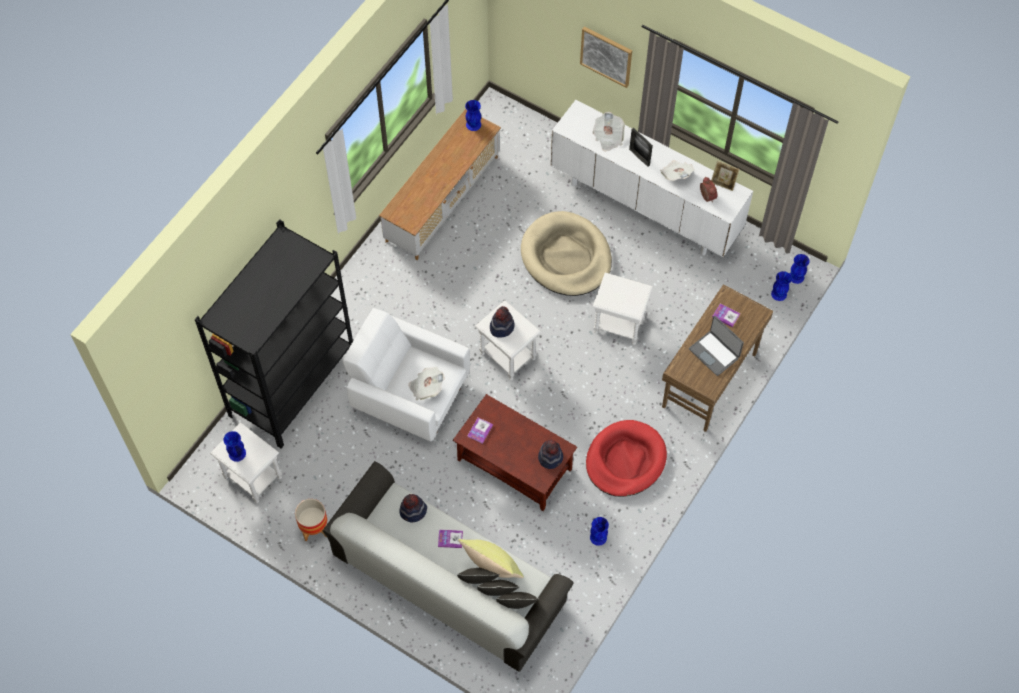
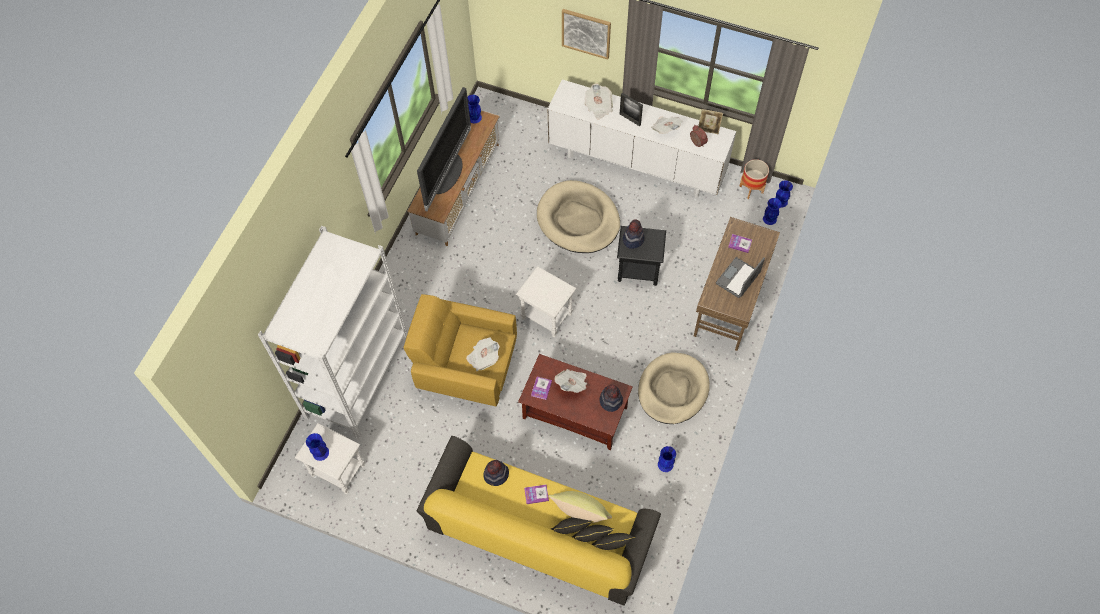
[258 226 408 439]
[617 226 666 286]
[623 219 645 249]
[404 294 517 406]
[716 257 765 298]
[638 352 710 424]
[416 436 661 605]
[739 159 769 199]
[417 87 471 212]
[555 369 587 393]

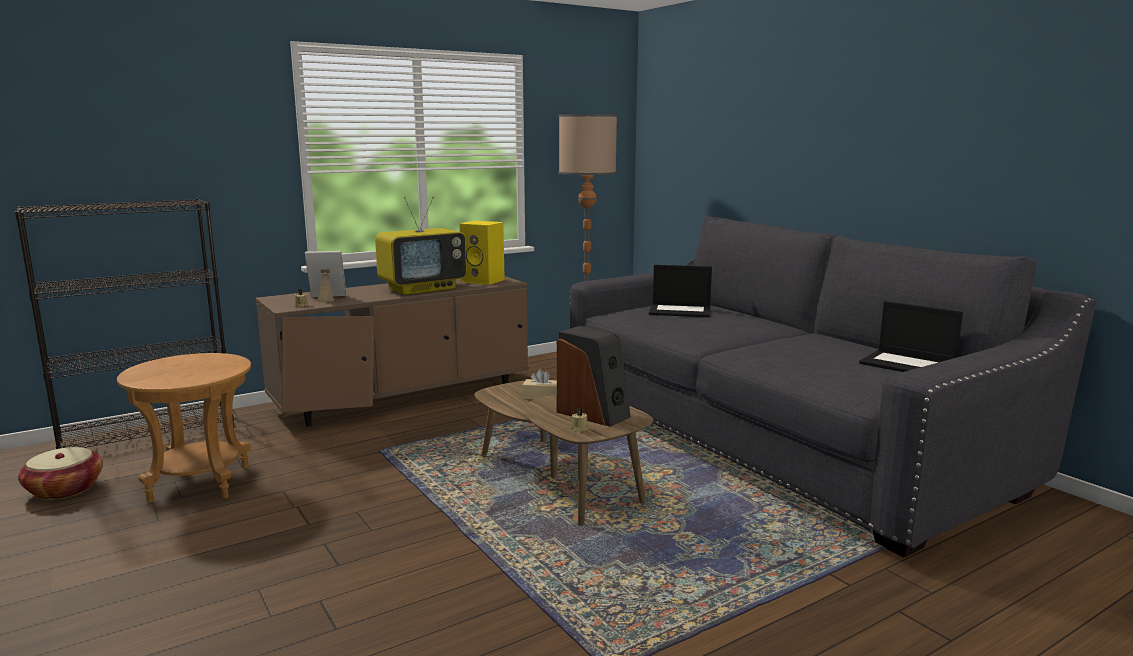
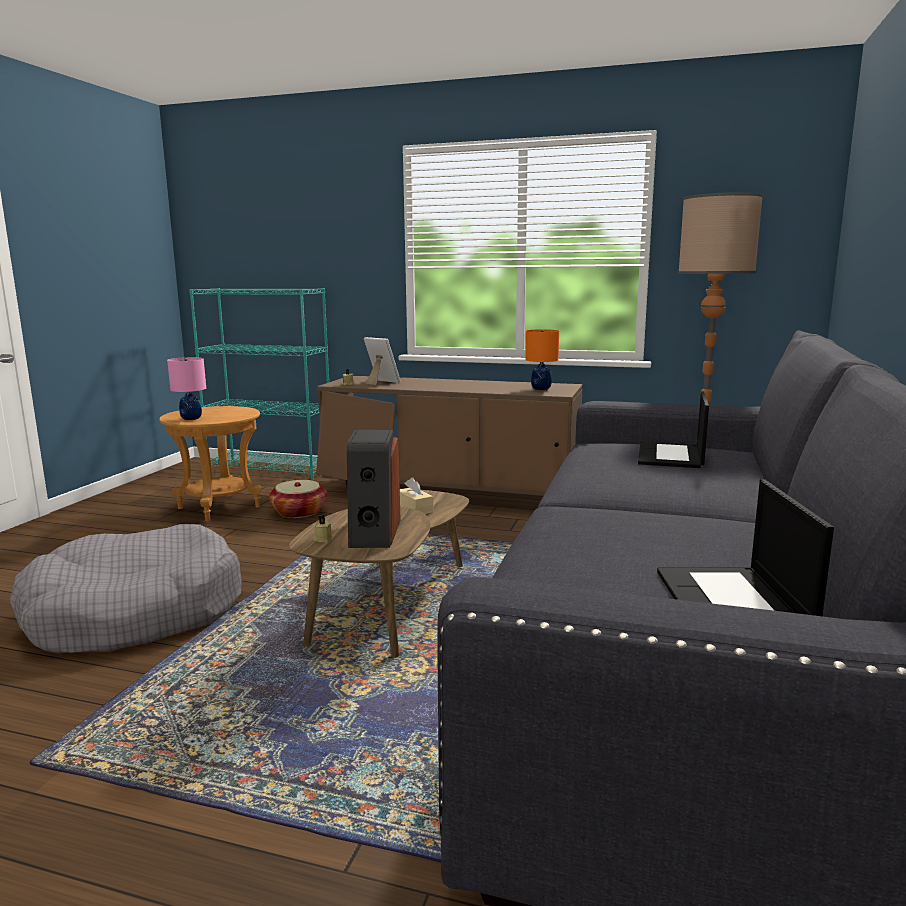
[375 197 467 295] (first image)
[189 288 329 481]
[525 329 559 390]
[638 391 709 468]
[269 480 327 518]
[167 357 206 420]
[9 524 242 653]

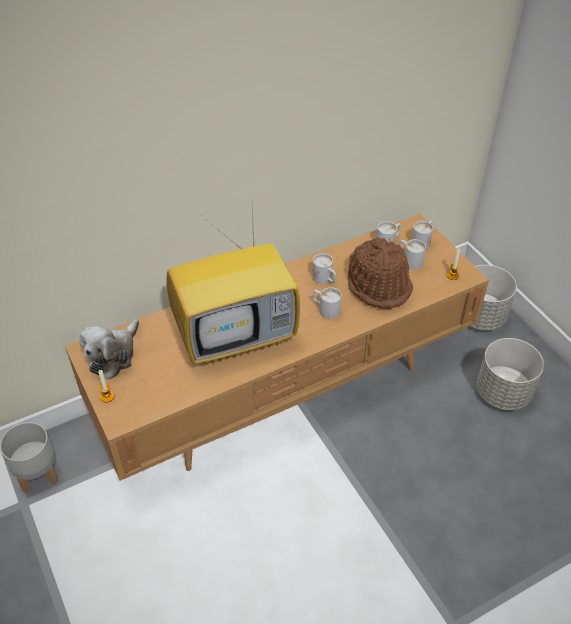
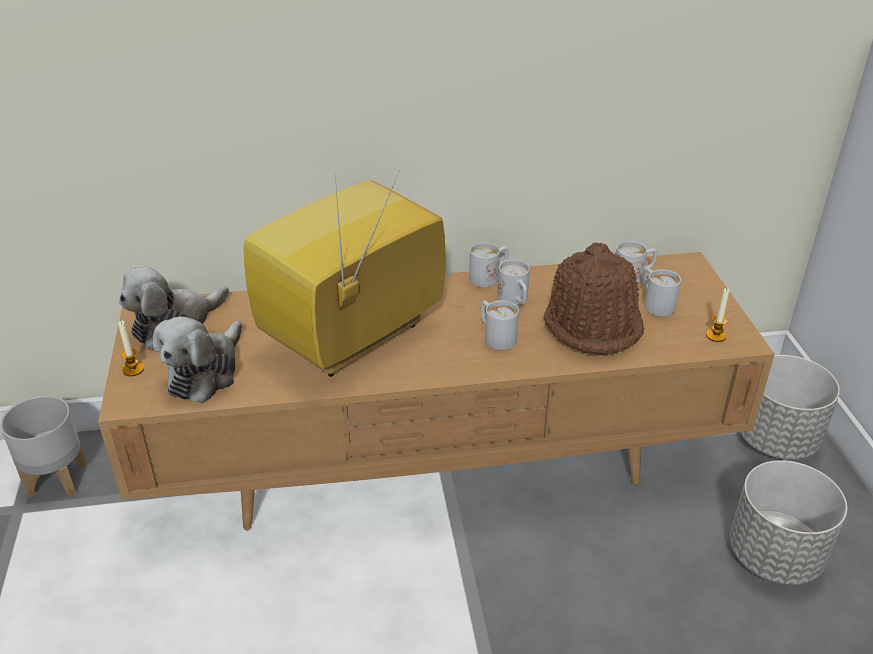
[244 161 446 377]
[469 242 508 287]
[153 316 242 403]

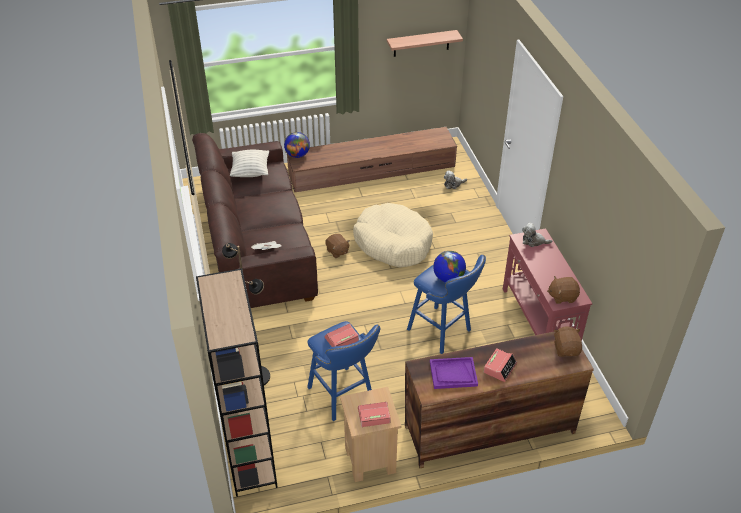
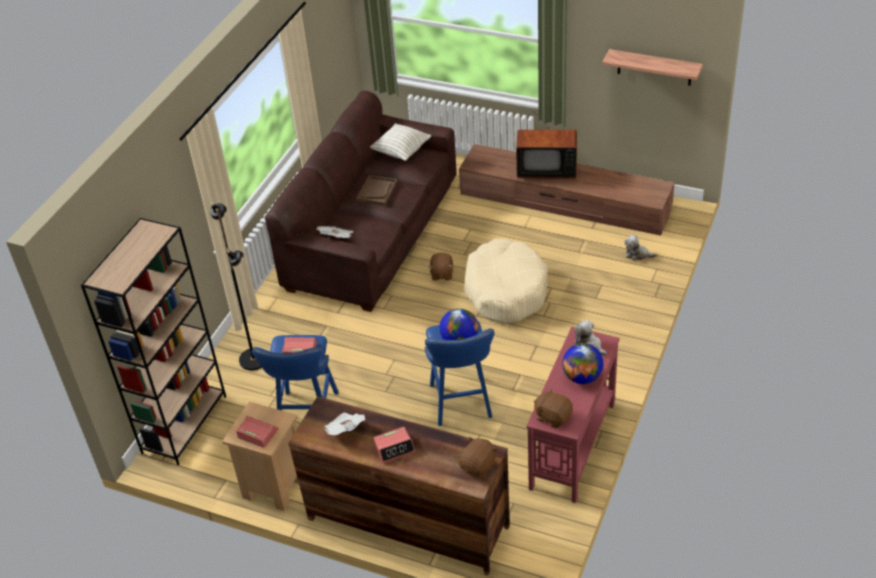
[562 343 603 384]
[324 413 365 435]
[516 110 577 179]
[356 175 398 206]

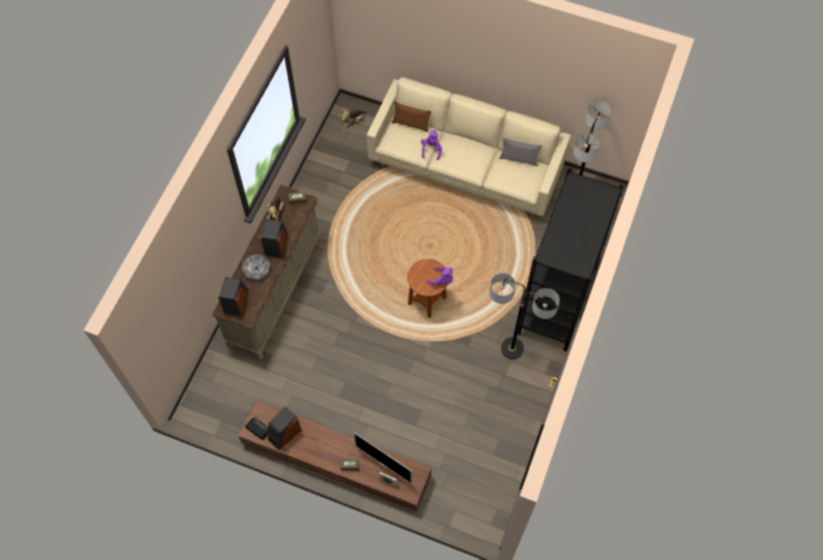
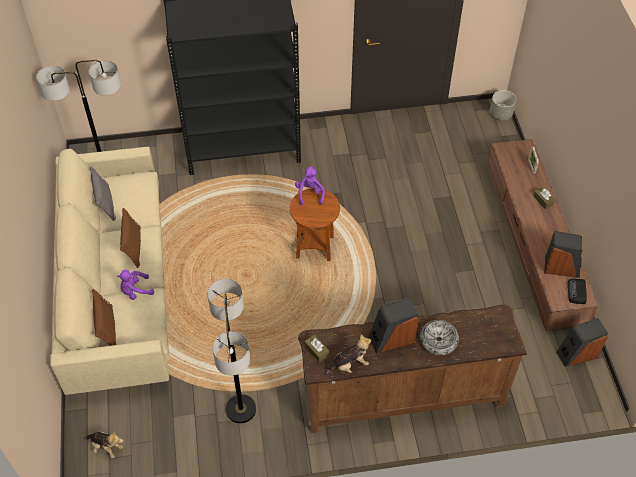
[207 279 256 423]
[556 318 608 367]
[354 433 412 483] (first image)
[490 90 516 120]
[120 208 141 268]

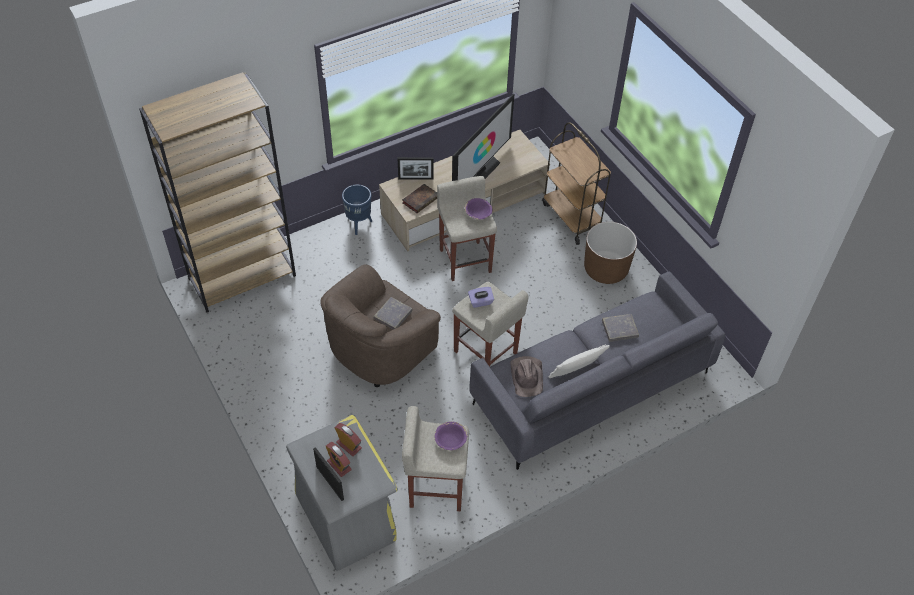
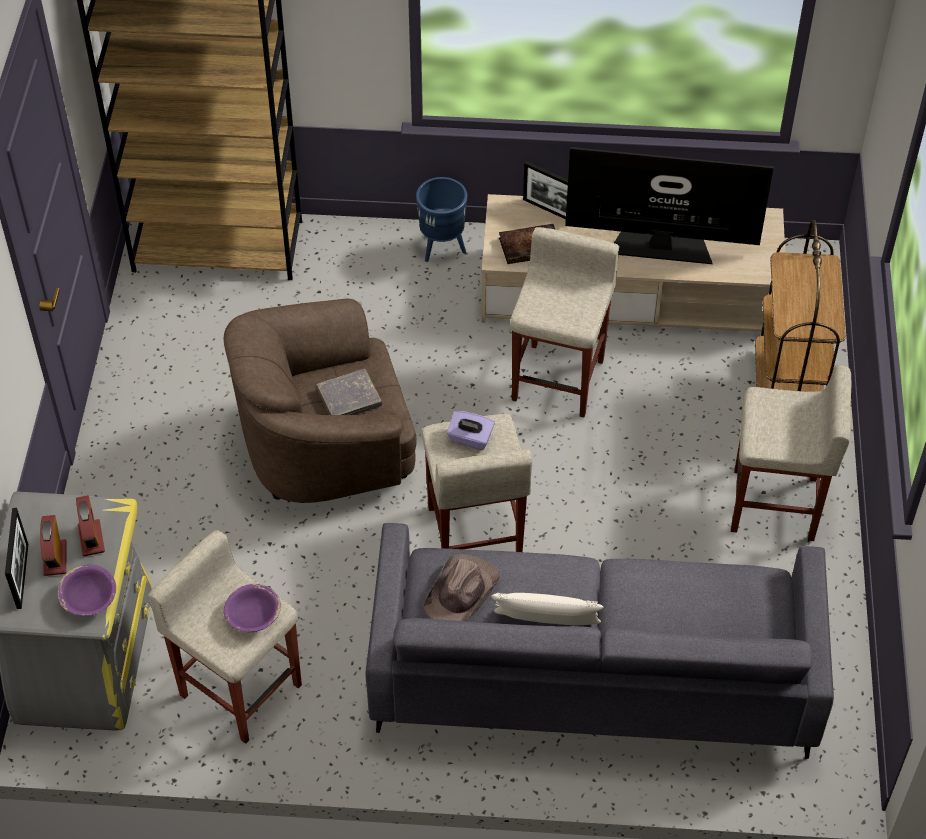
[565 147 774 264]
[57 565 116 616]
[731 365 851 541]
[602 314 639 342] (first image)

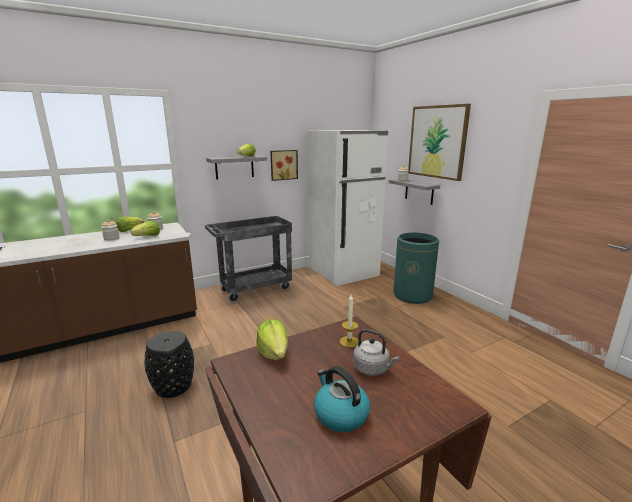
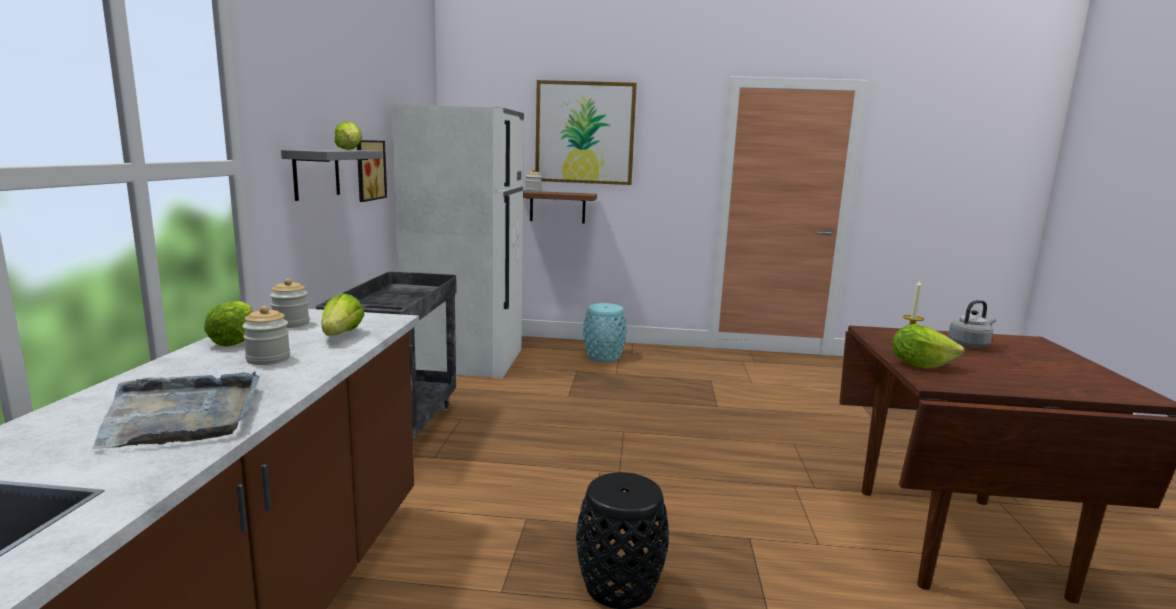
[523 191 597 224]
[583 303 627 362]
[314 366 370 432] (first image)
[92 371 260 449]

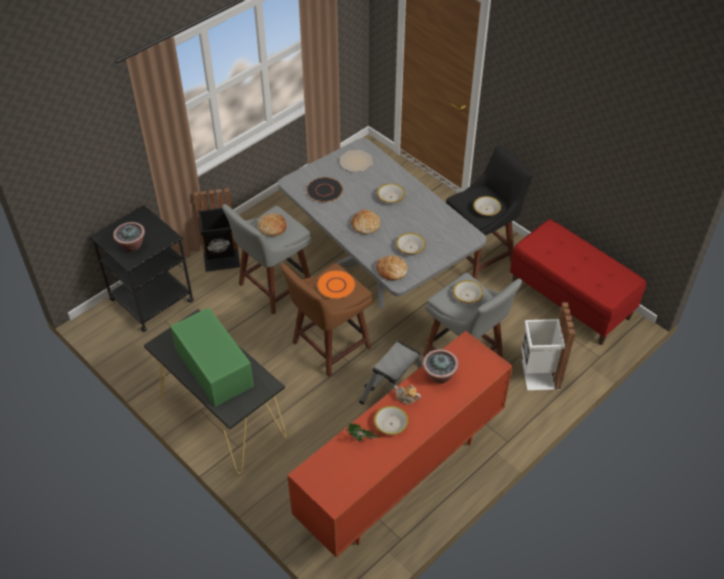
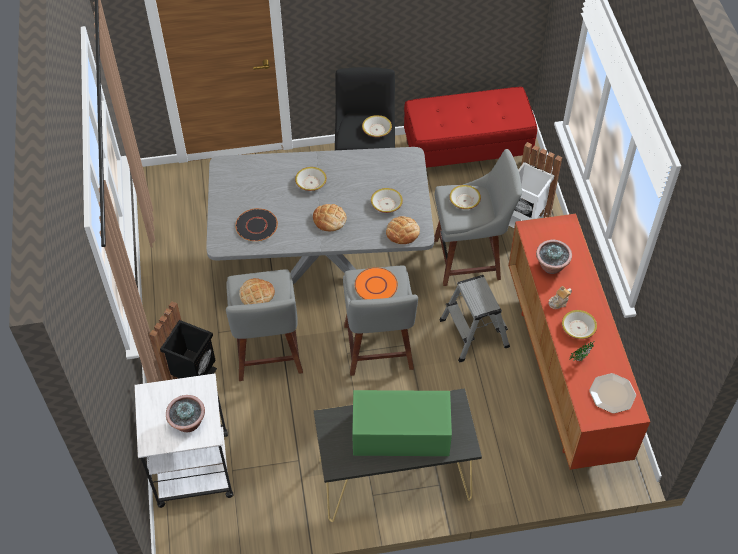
[589 373 636 413]
[135 373 234 508]
[343 266 418 376]

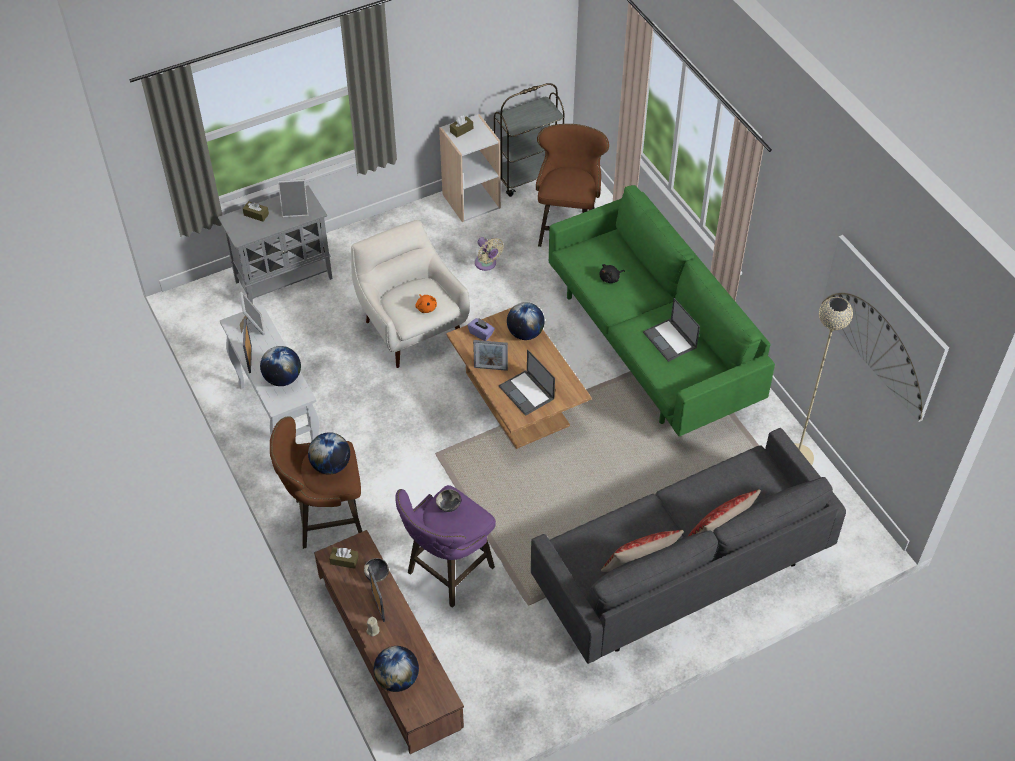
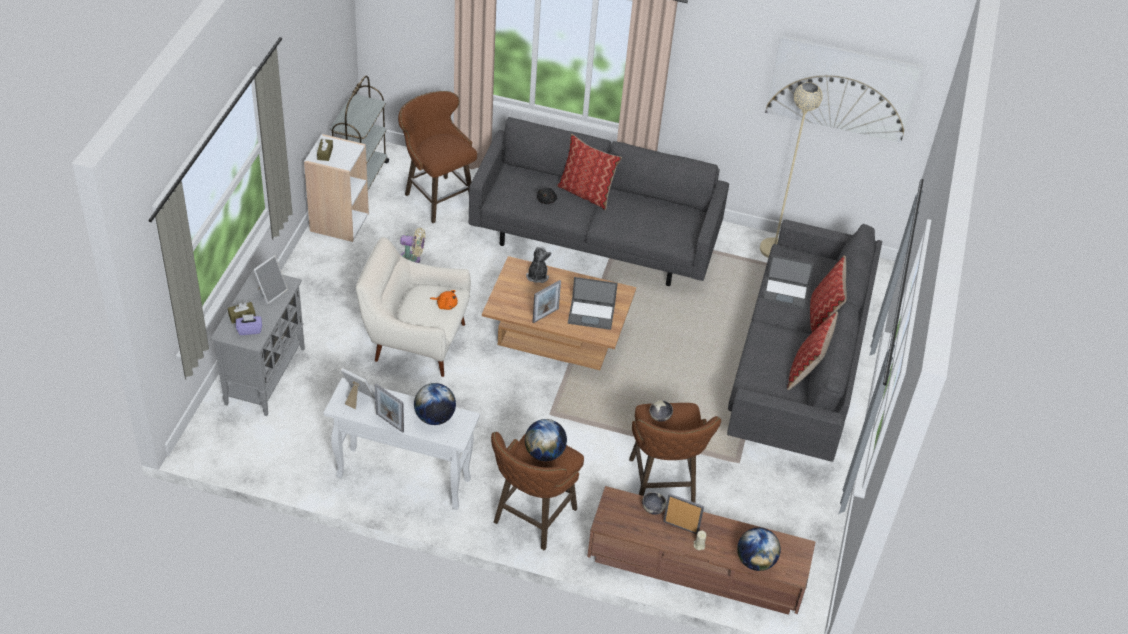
[469 117 729 286]
[763 255 814 309]
[526 246 552 283]
[236 314 262 335]
[629 403 721 503]
[329 547 359 569] (first image)
[557 134 622 210]

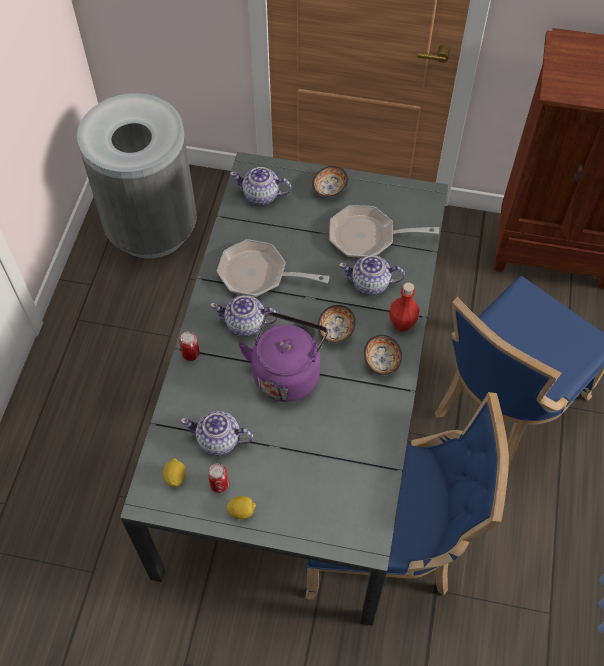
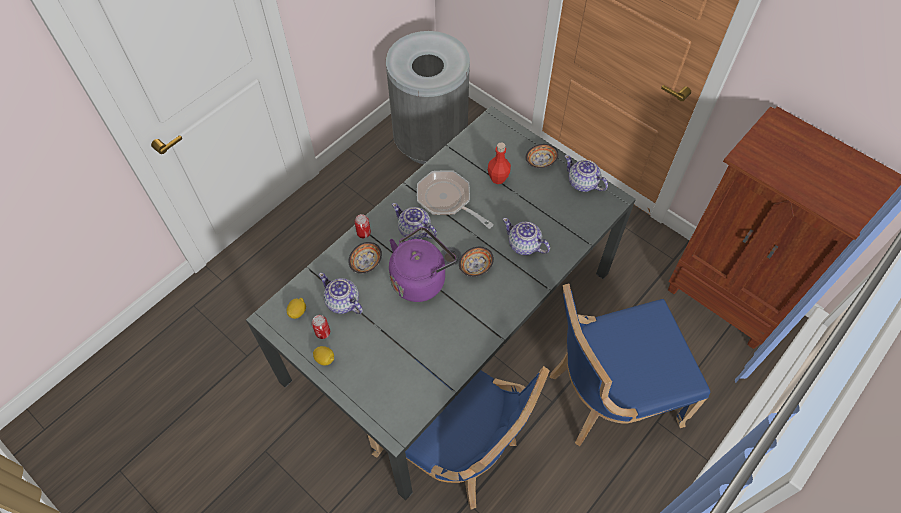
[564 155 608 192]
[329 205 439 258] (first image)
[488 142 511 184]
[348 242 382 274]

